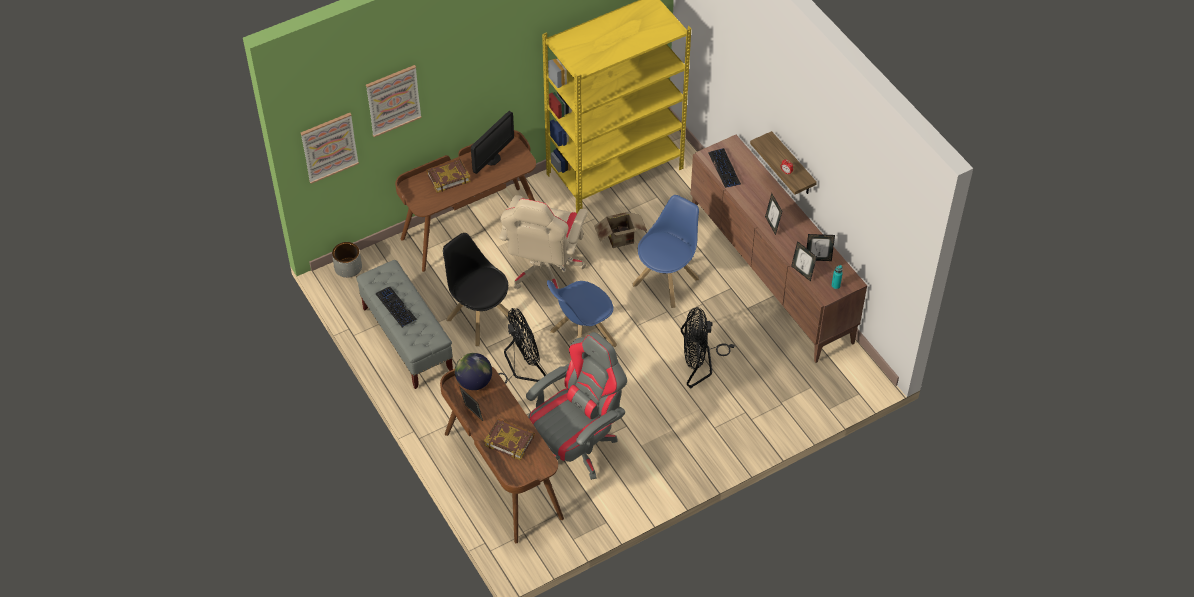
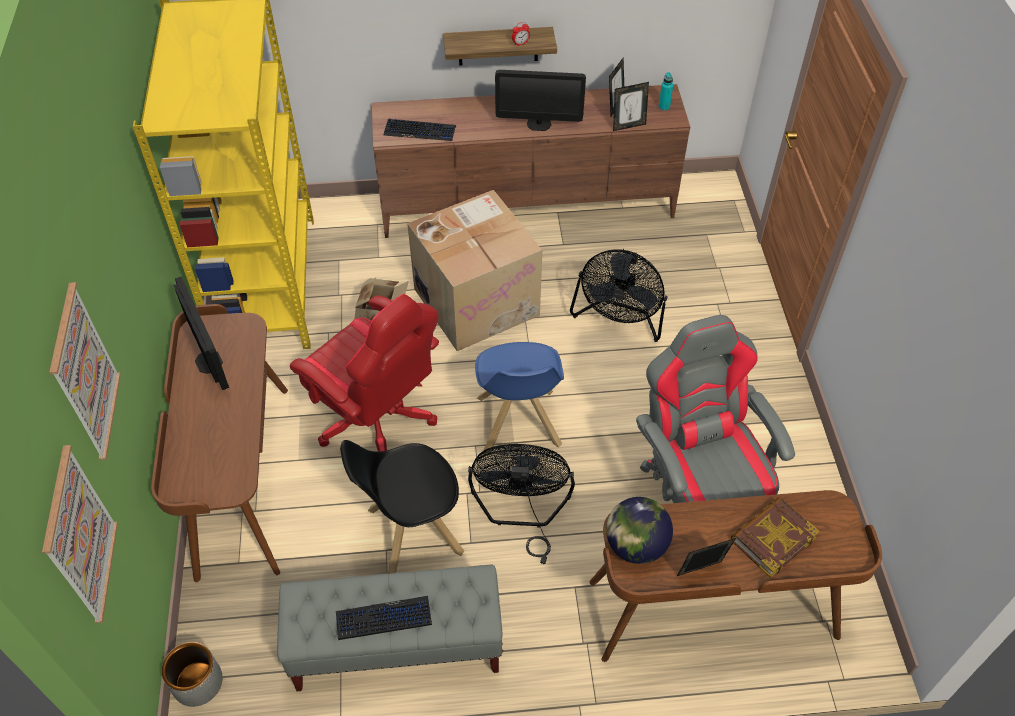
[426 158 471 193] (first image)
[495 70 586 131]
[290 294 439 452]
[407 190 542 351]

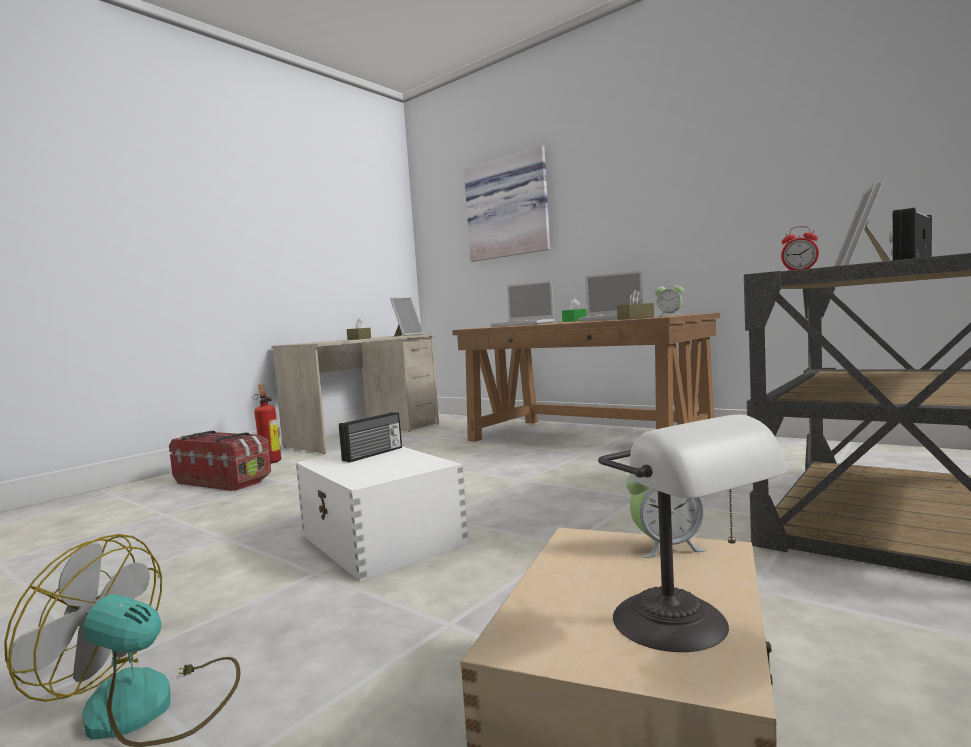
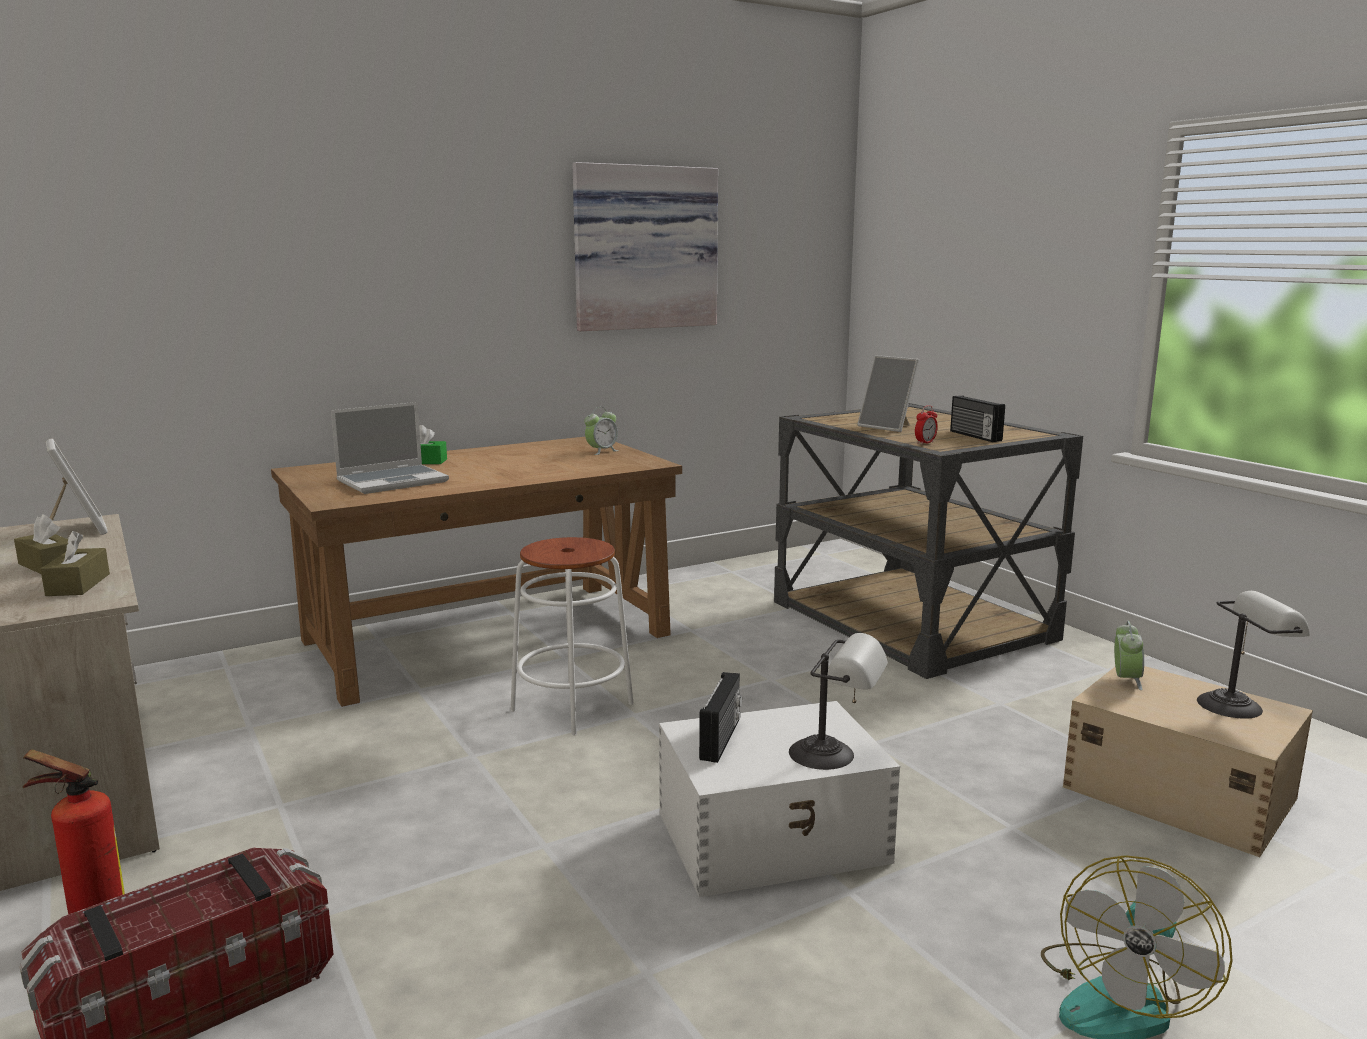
[572 162 718 331]
[578 271 643 322] (first image)
[40 531 110 596]
[699 672 742 763]
[511 537 634 735]
[789 633 888 770]

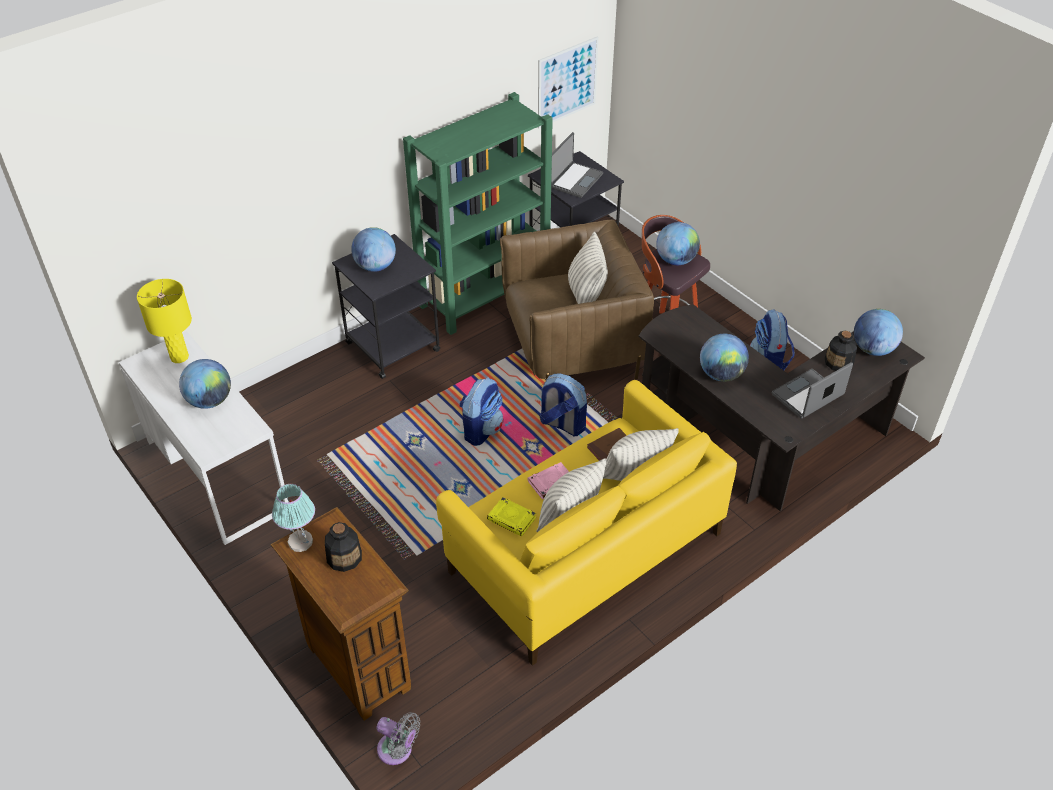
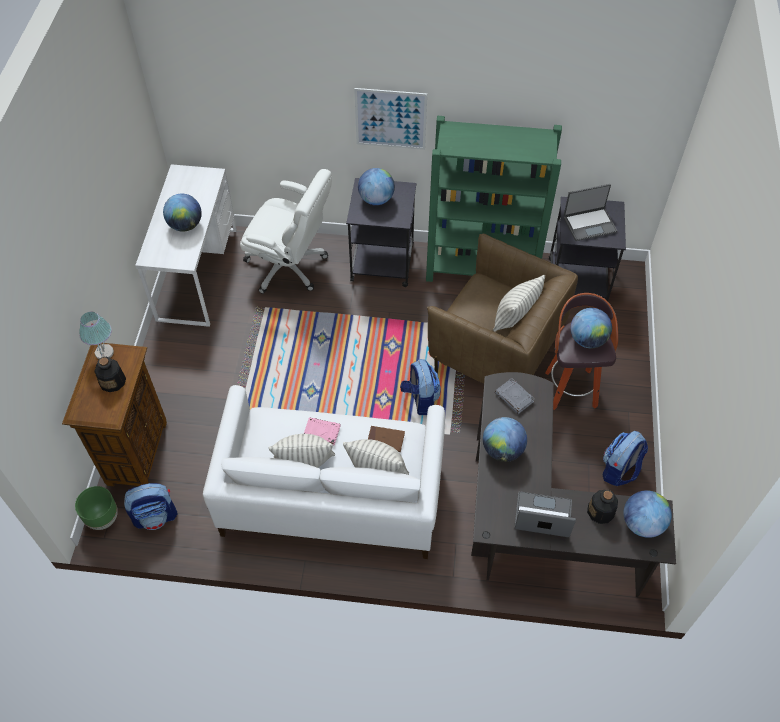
[354 88 427 150]
[137 279 192 363] (first image)
[124 483 178 530]
[203 385 445 559]
[487 497 536 536] (first image)
[75 486 118 530]
[240 169 332 294]
[495 378 534 414]

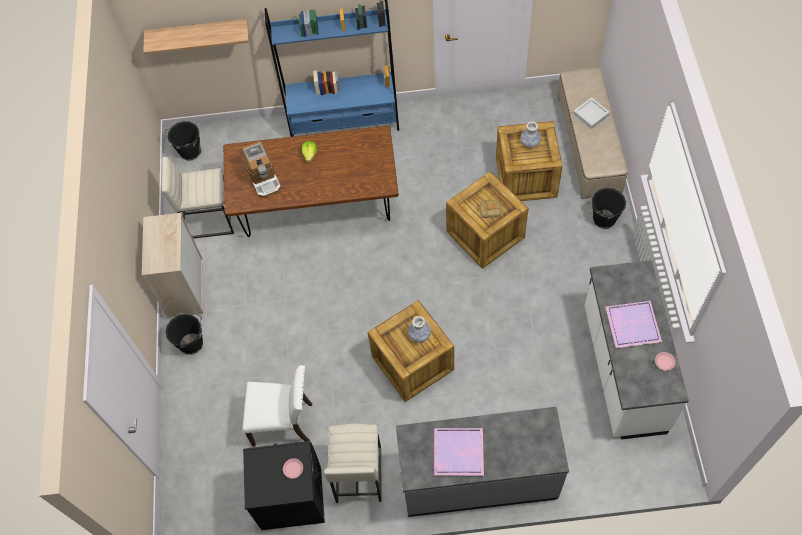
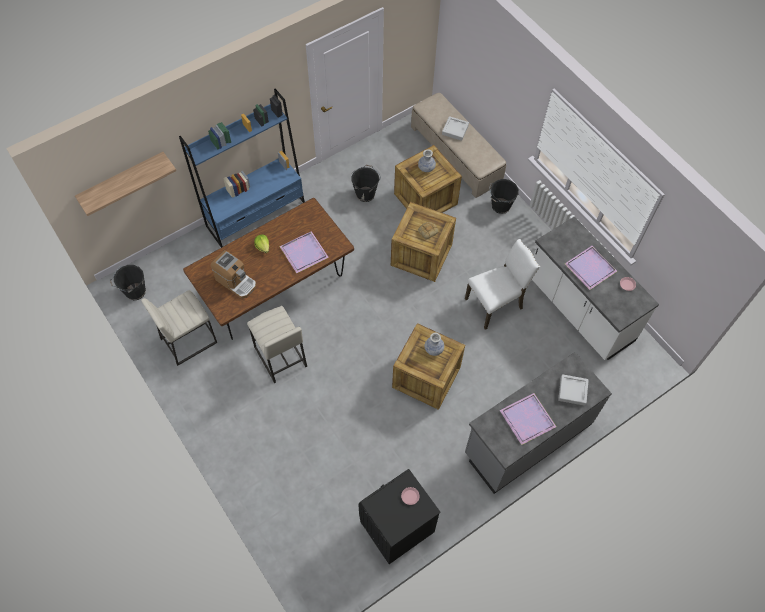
[142 213 203 318] (first image)
[352 165 381 202]
[465 239 540 330]
[247 306 307 383]
[280 231 329 273]
[558 374 589 406]

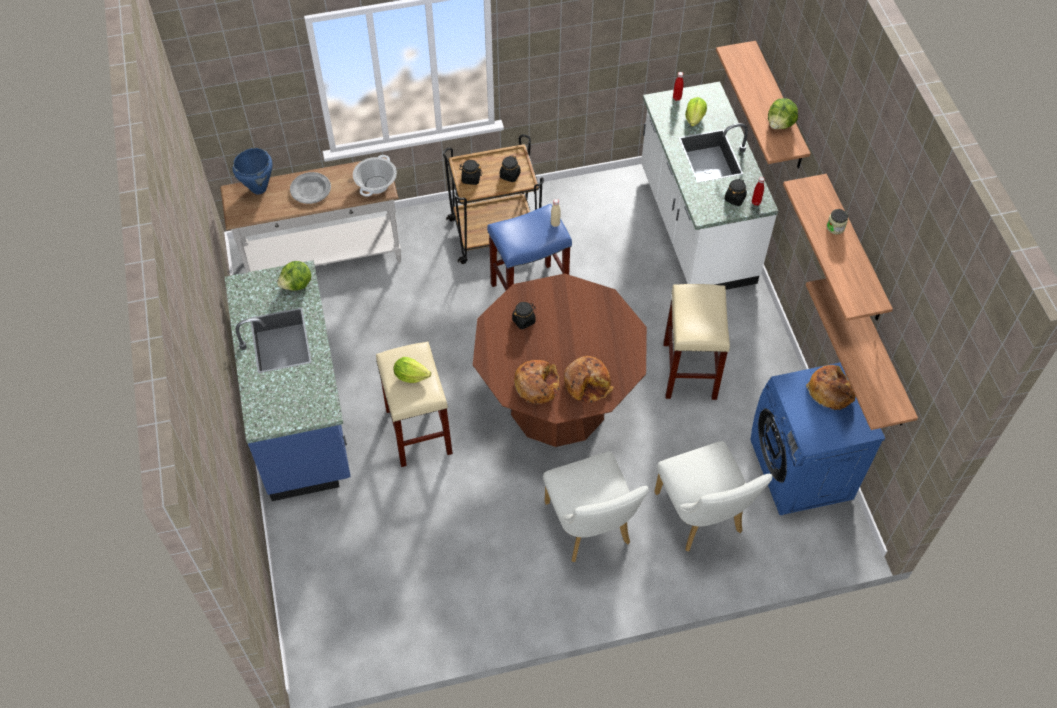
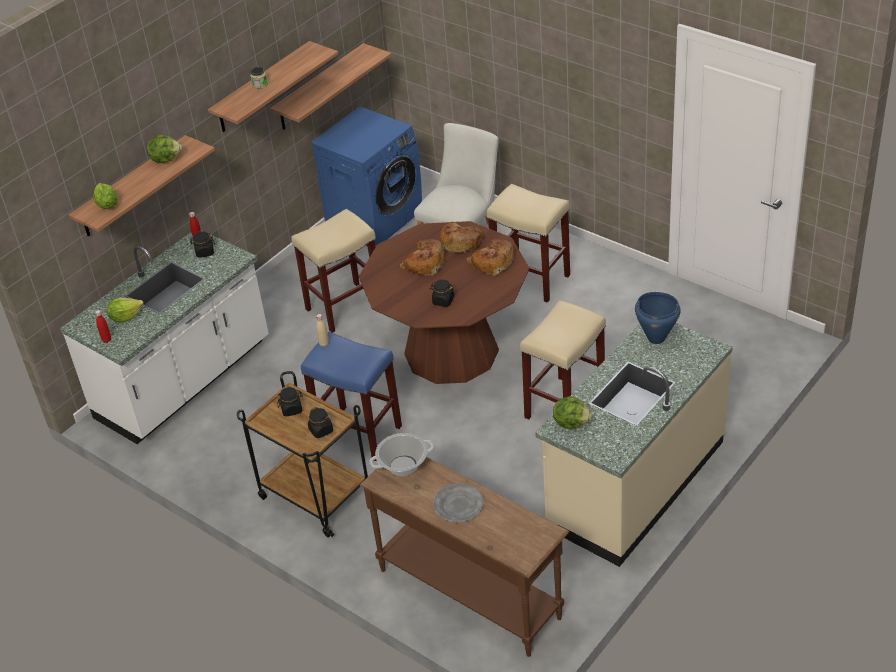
[635 292 681 344]
[360 457 570 657]
[535 323 733 567]
[94 183 118 209]
[399 239 444 276]
[487 184 570 303]

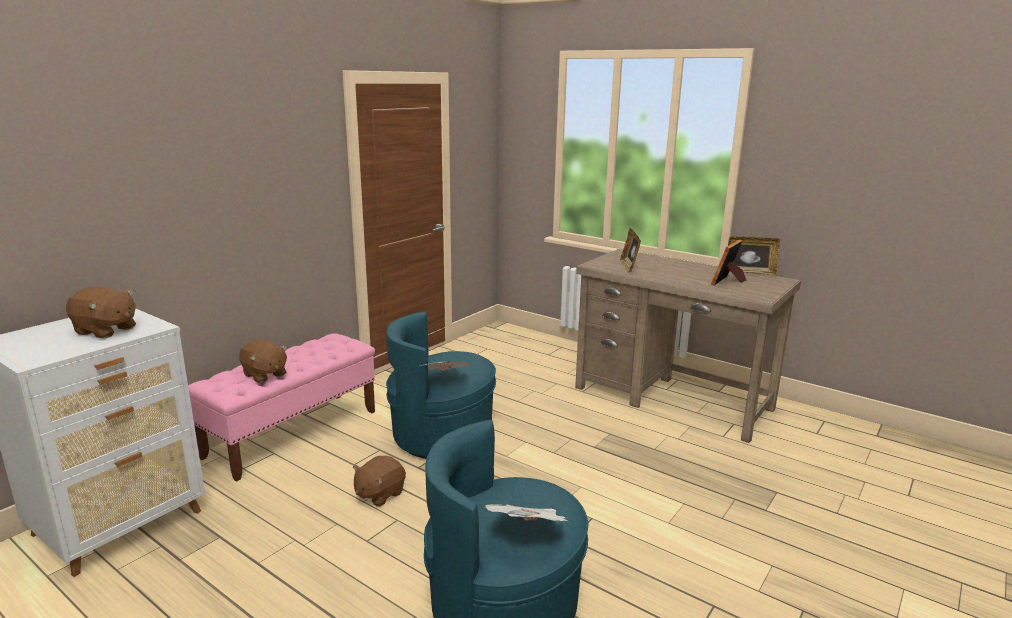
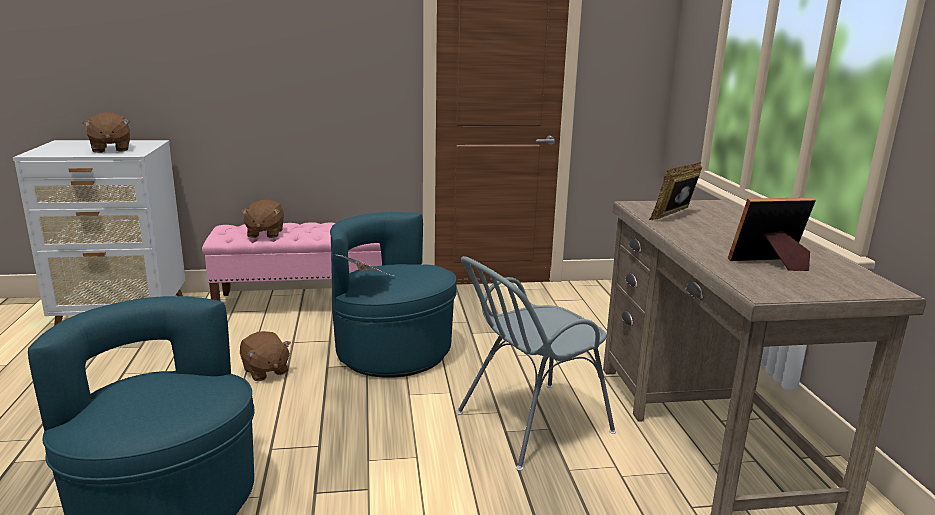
[728 236 780 276] (first image)
[240 331 291 381]
[486 504 568 521] (first image)
[456 256 616 471]

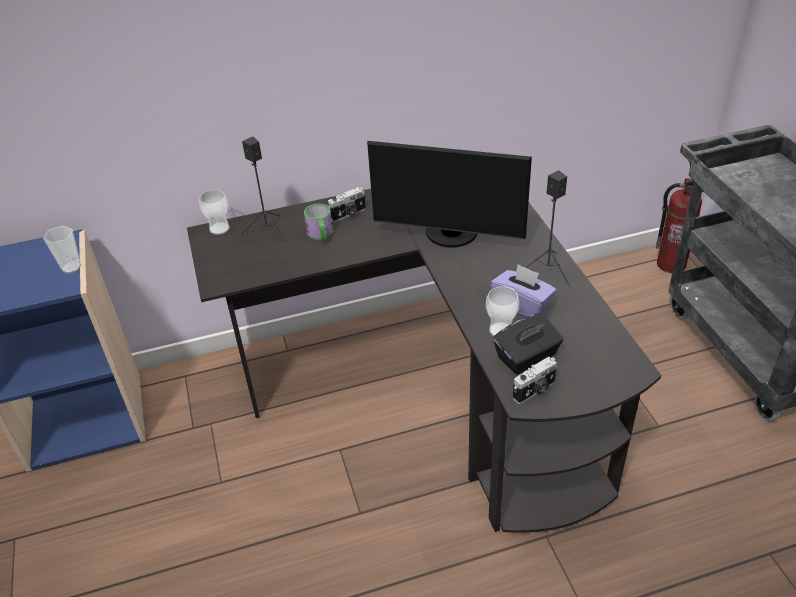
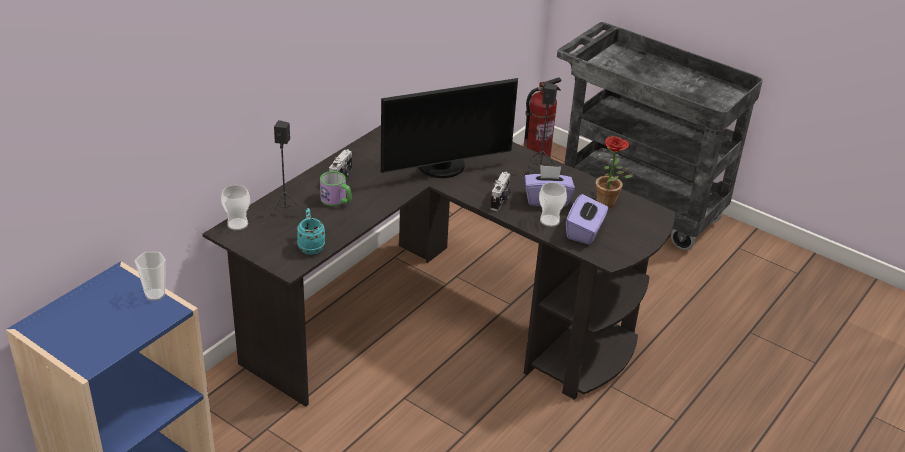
[566 194 608 245]
[491 172 511 211]
[595 136 633 208]
[296 208 325 255]

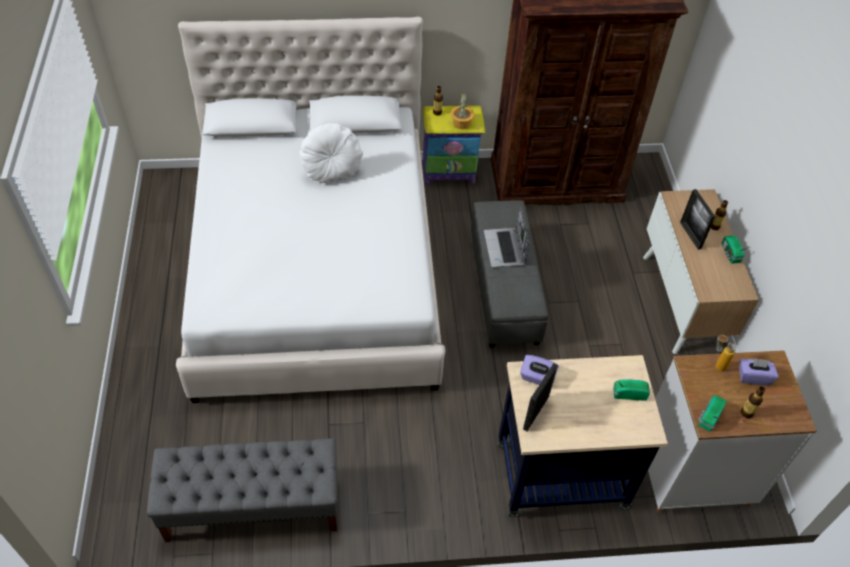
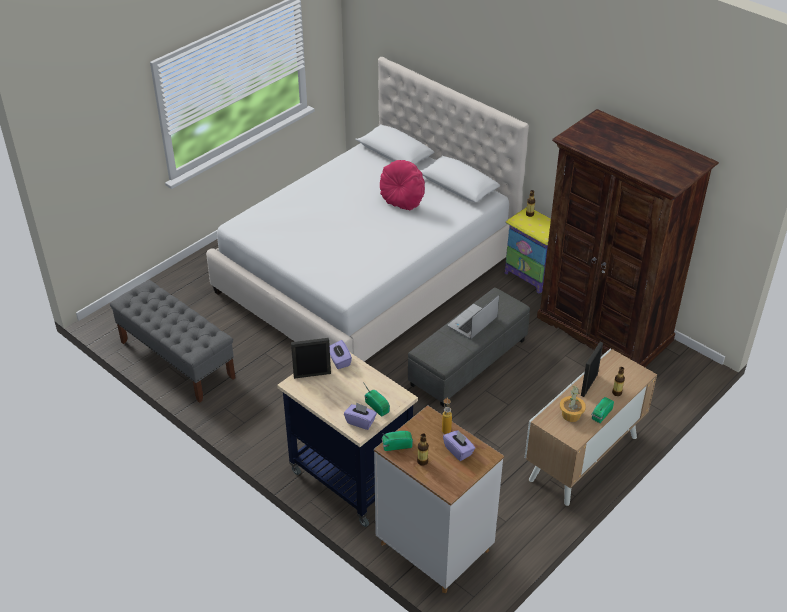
[560 386 586 422]
[380 160 425 210]
[344 402 377 430]

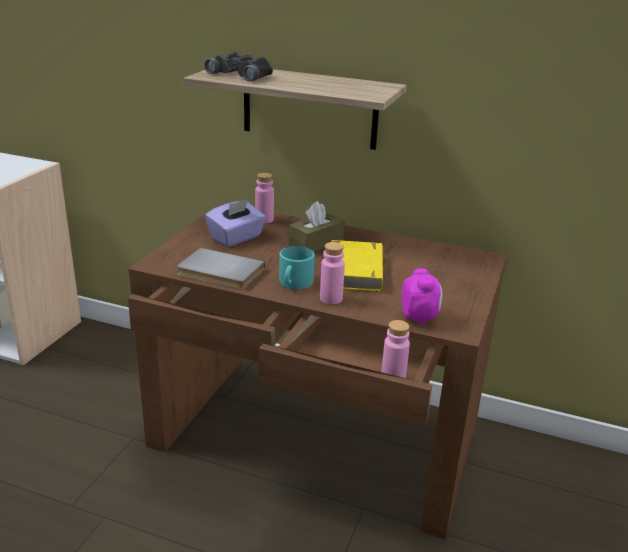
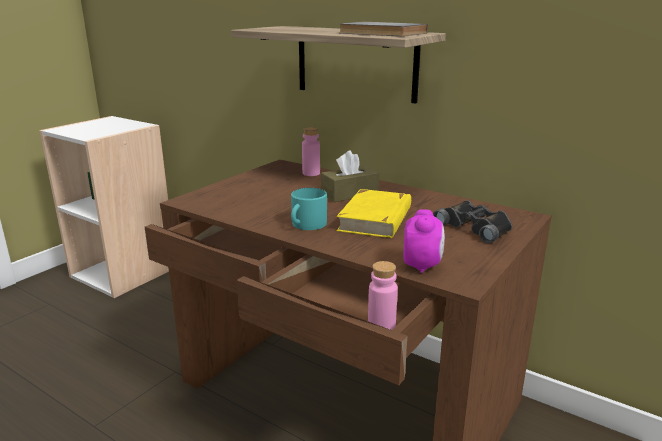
[433 200 512 244]
[205 199 266 247] (first image)
[320 242 345 304] (first image)
[339 22 428 37]

